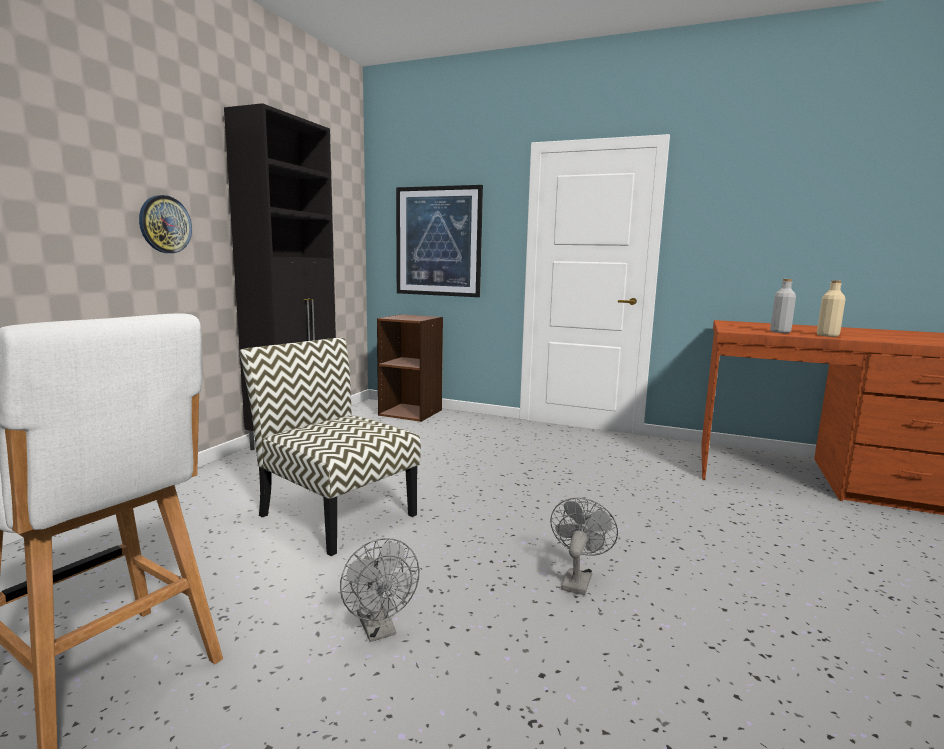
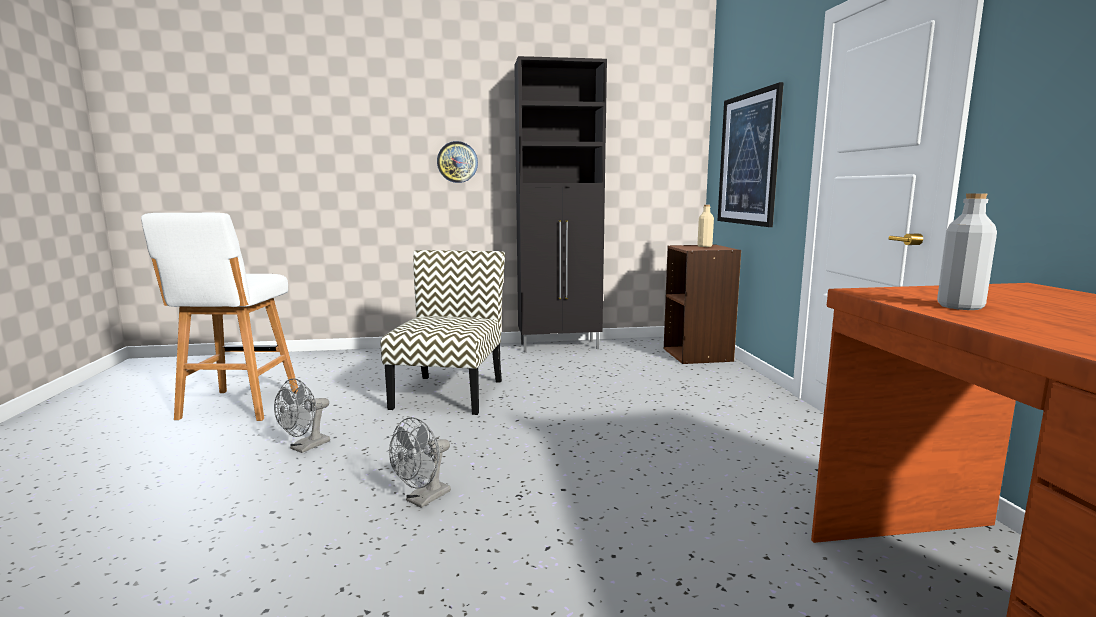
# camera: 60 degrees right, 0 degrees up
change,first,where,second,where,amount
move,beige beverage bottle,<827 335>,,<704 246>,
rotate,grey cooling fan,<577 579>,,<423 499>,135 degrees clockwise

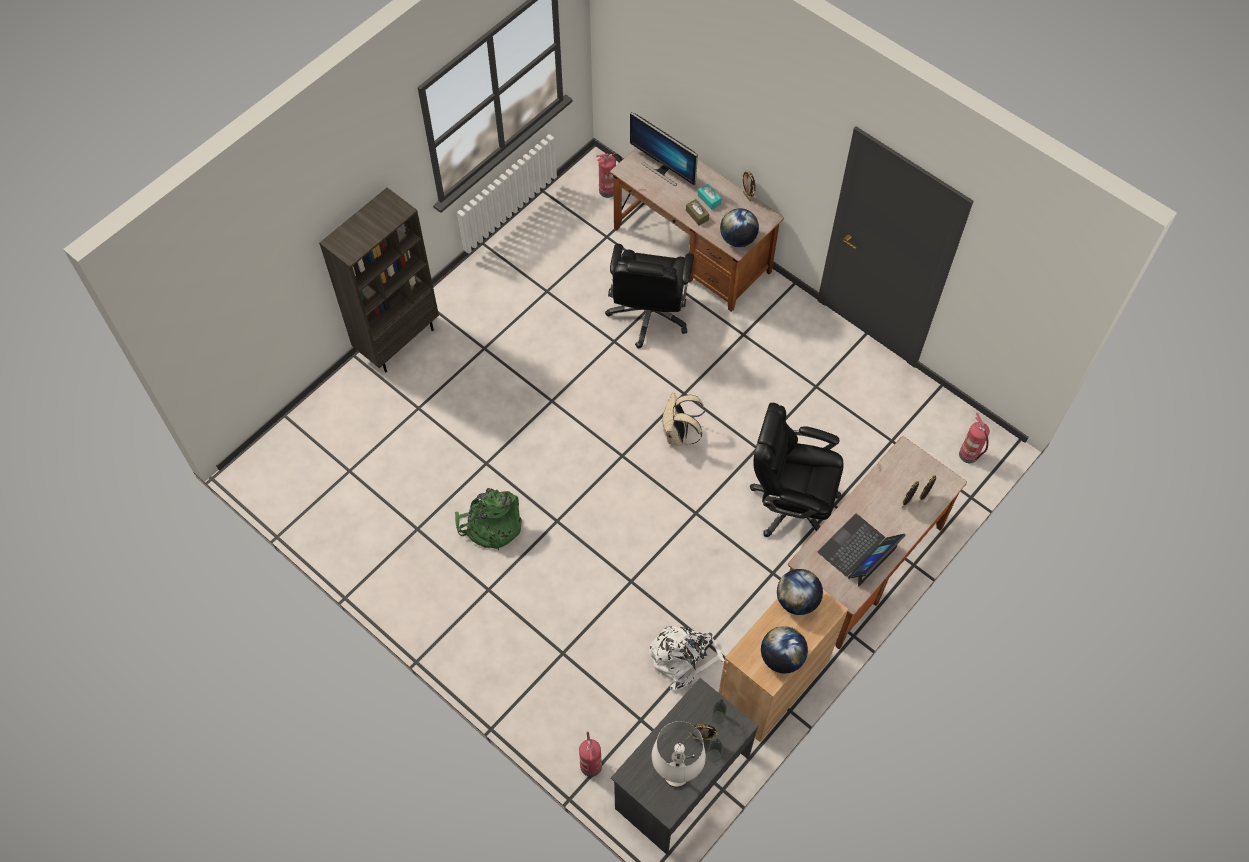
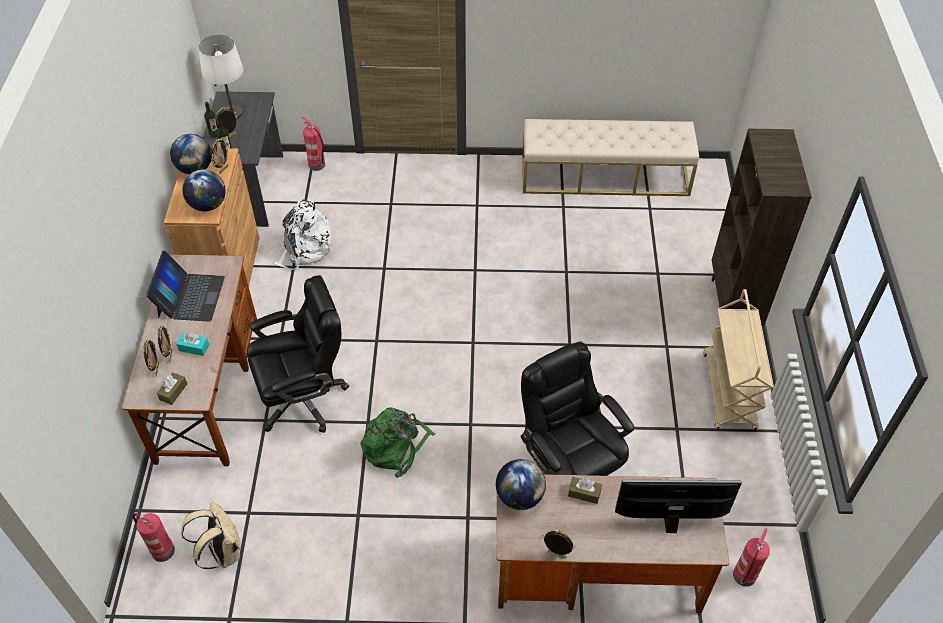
# camera: 140 degrees right, 10 degrees down
change,first,where,second,where,amount
move,turquoise-coloured box of tissues,<709 200>,,<194 348>,
move,beige rucksack,<678 435>,,<222 552>,
move,green rucksack,<491 525>,,<396 447>,
insert,,,beige indoor bench,<605 176>,
insert,,,picture frame,<223 169>,
insert,,,beige cart,<729 392>,
insert,,,brown-coloured box of tissues,<173 392>,

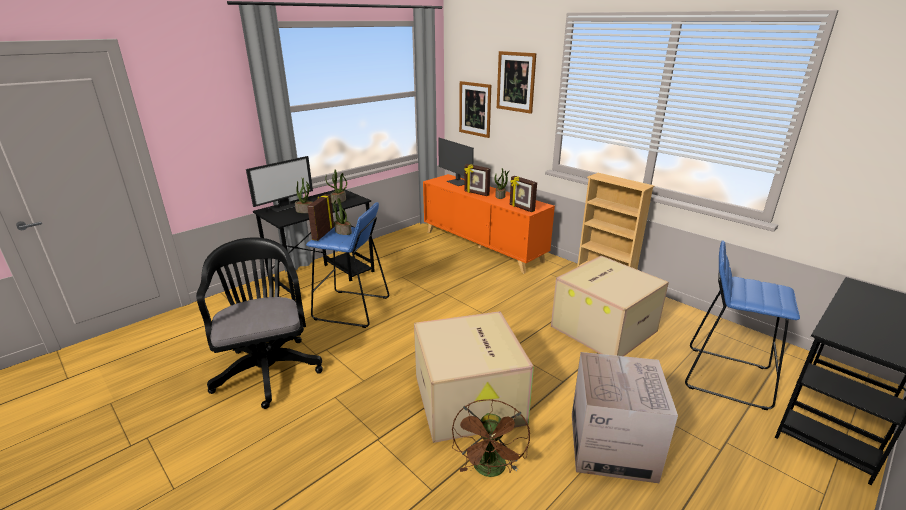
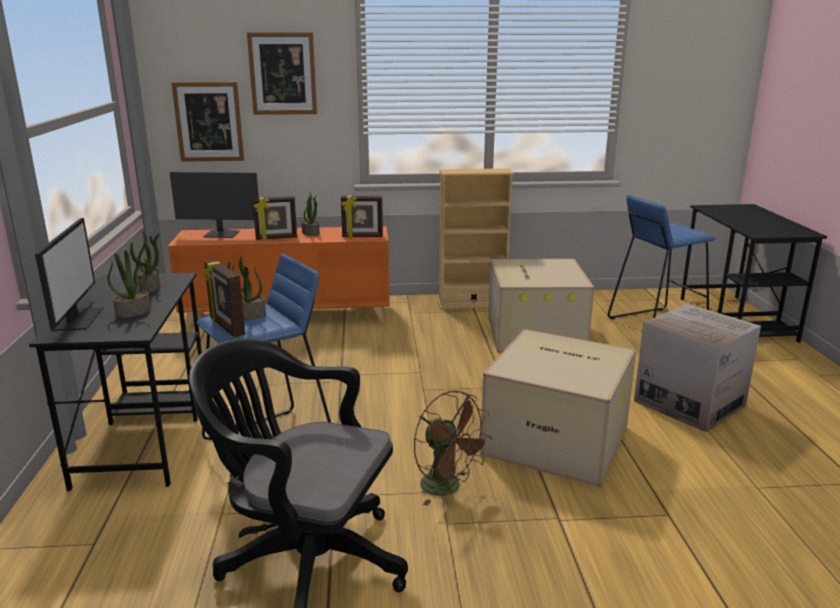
# camera: 50 degrees left, 5 degrees down
change,first,where,second,where,amount
move,brown-coloured cooling fan,<490 470>,,<448 488>,

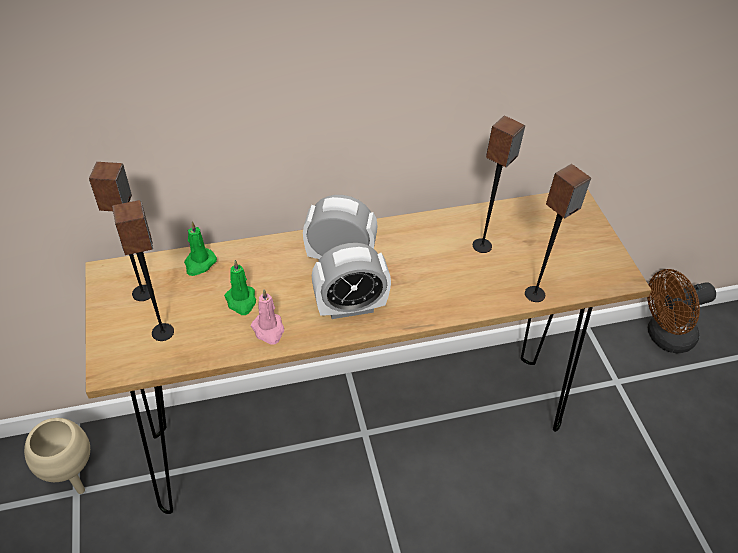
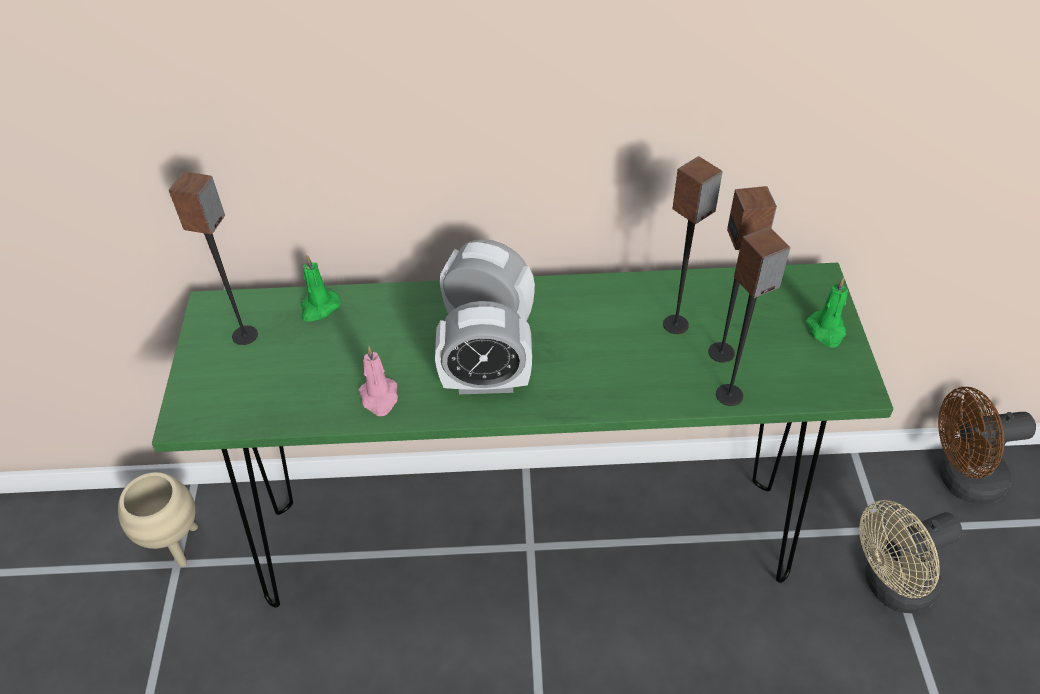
# camera: 15 degrees right, 0 degrees up
change,first,where,second,where,amount
recolor,brown-coloured narrow table,<360 430>,green narrow table,<525 543>,
move,loudspeaker,<163 332>,,<722 352>,
move,green wax light,<241 301>,,<826 331>,
insert,,,beige cooling fan,<890 586>,

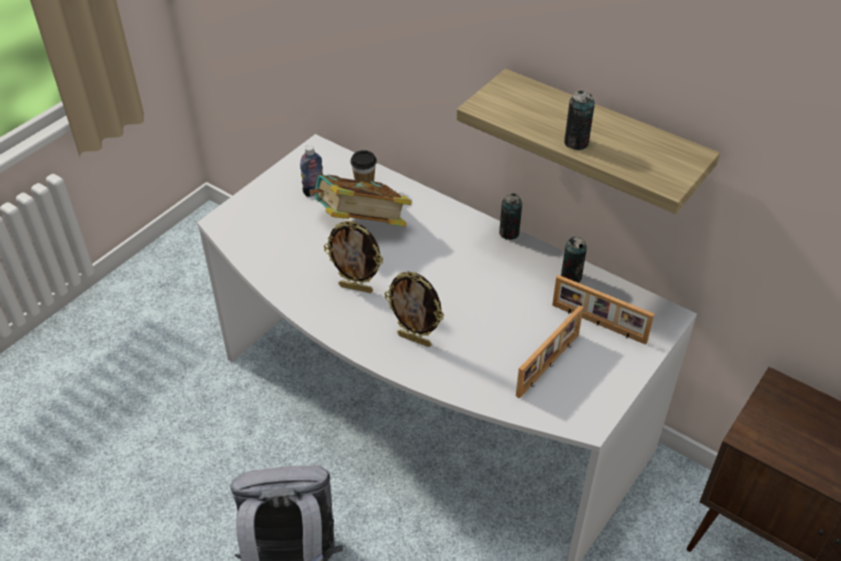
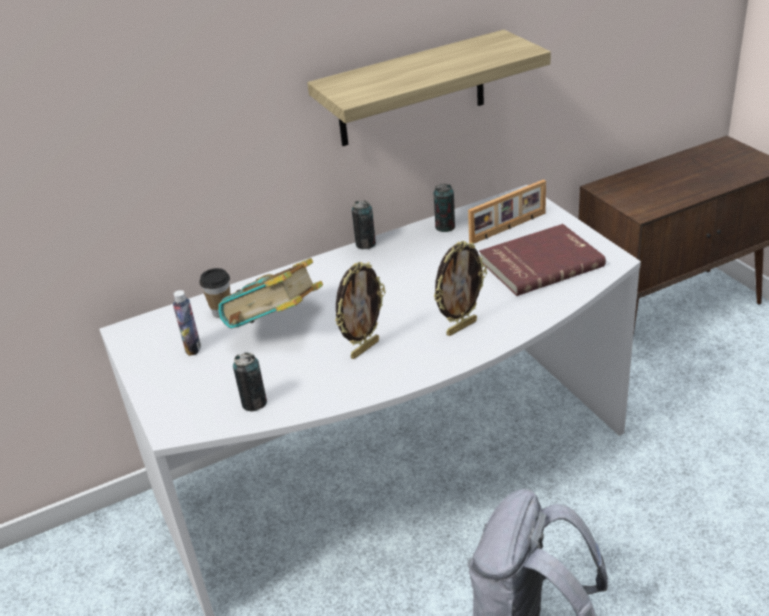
# camera: 60 degrees left, 10 degrees down
change,first,where,second,where,amount
move,metal can,<576 143>,,<254 403>,
replace,picture frame,<549 365>,reddish volume,<539 262>,

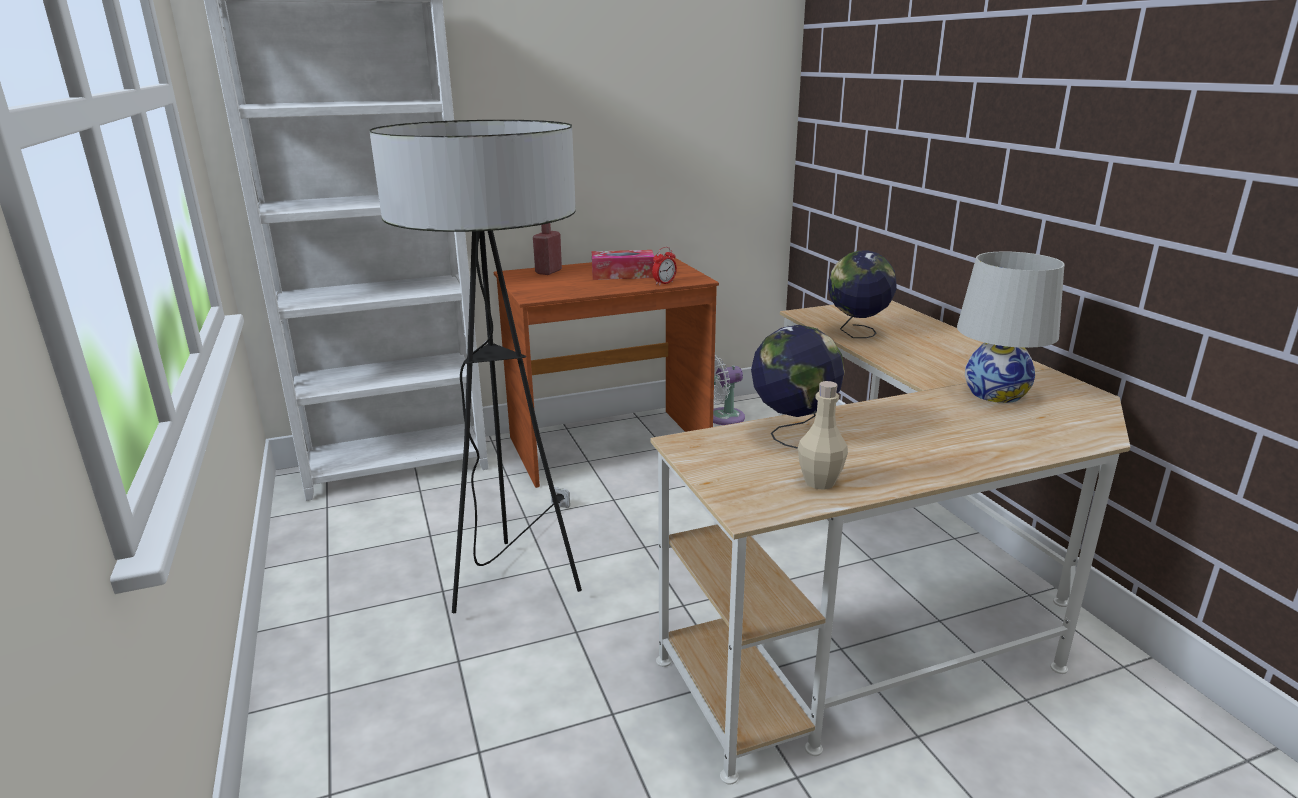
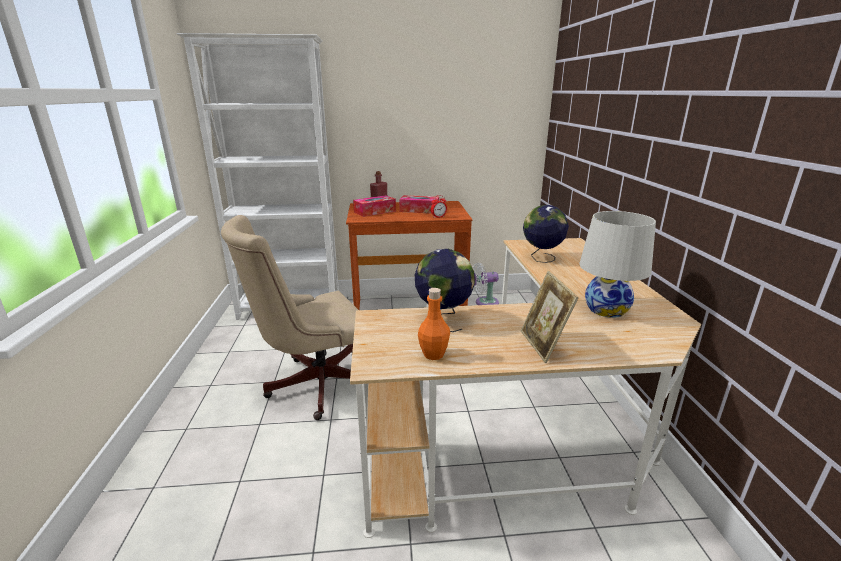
# camera: 15 degrees right, 0 degrees up
change,first,where,second,where,amount
replace,standard lamp,<516 584>,beige computer chair,<314 385>,
recolor,beige beverage bottle,<819 482>,orange beverage bottle,<433 354>,
insert,,,box of tissues,<375 211>,
insert,,,picture frame,<543 345>,

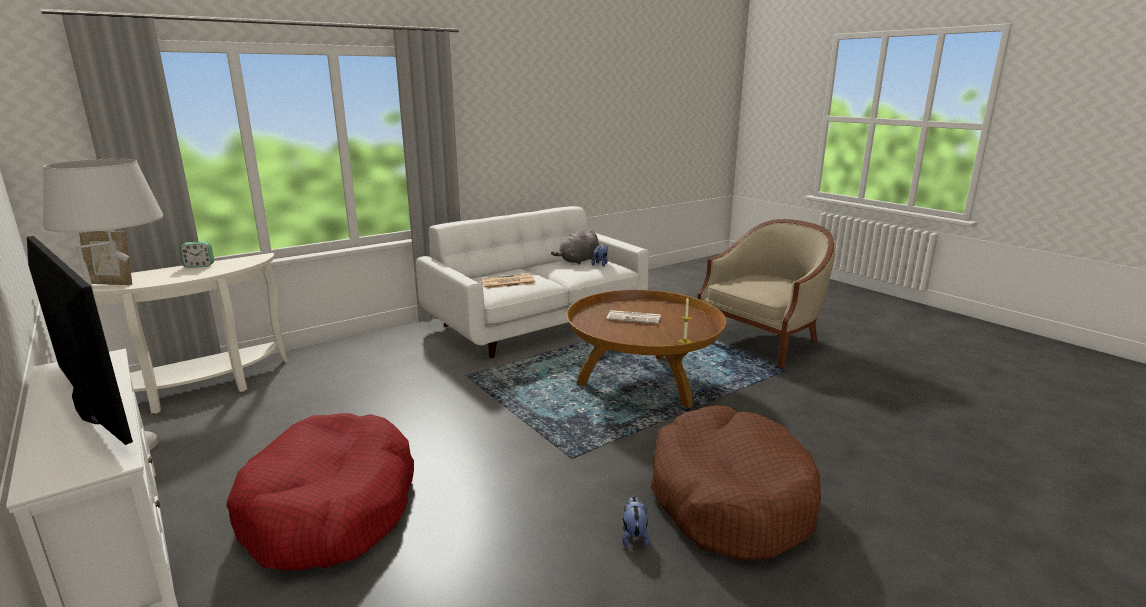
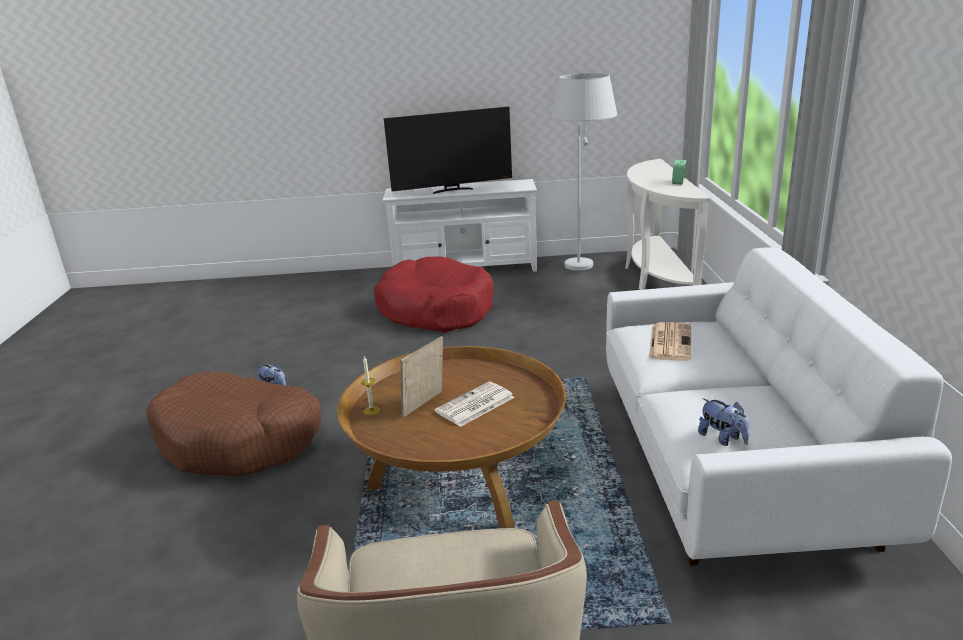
# camera: 125 degrees right, 5 degrees up
change,first,where,second,where,amount
delete,grey soft toy,<578 261>,,,
move,picture frame,<112 283>,,<425 405>,

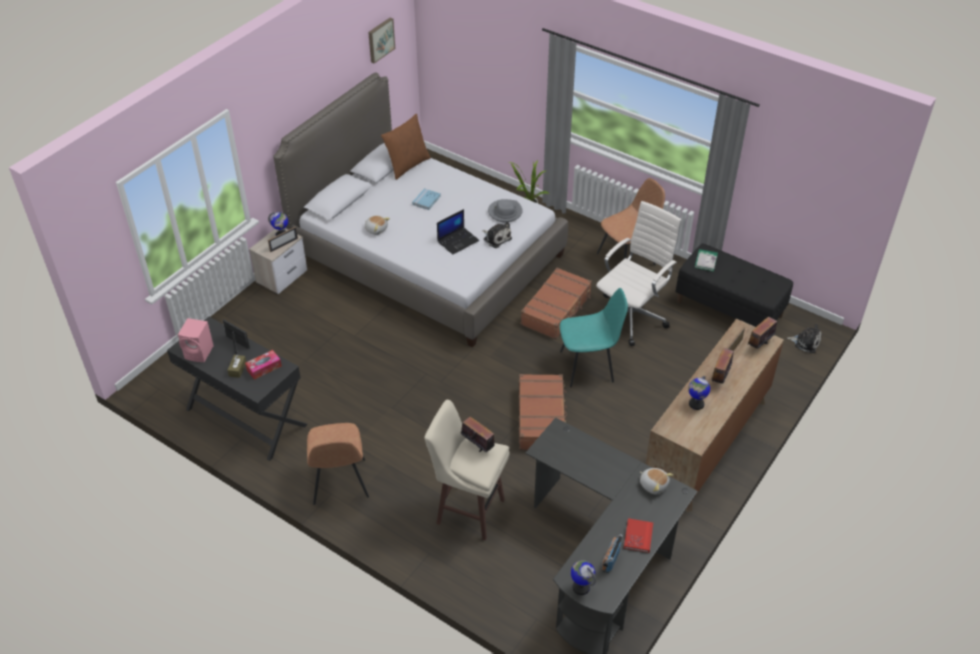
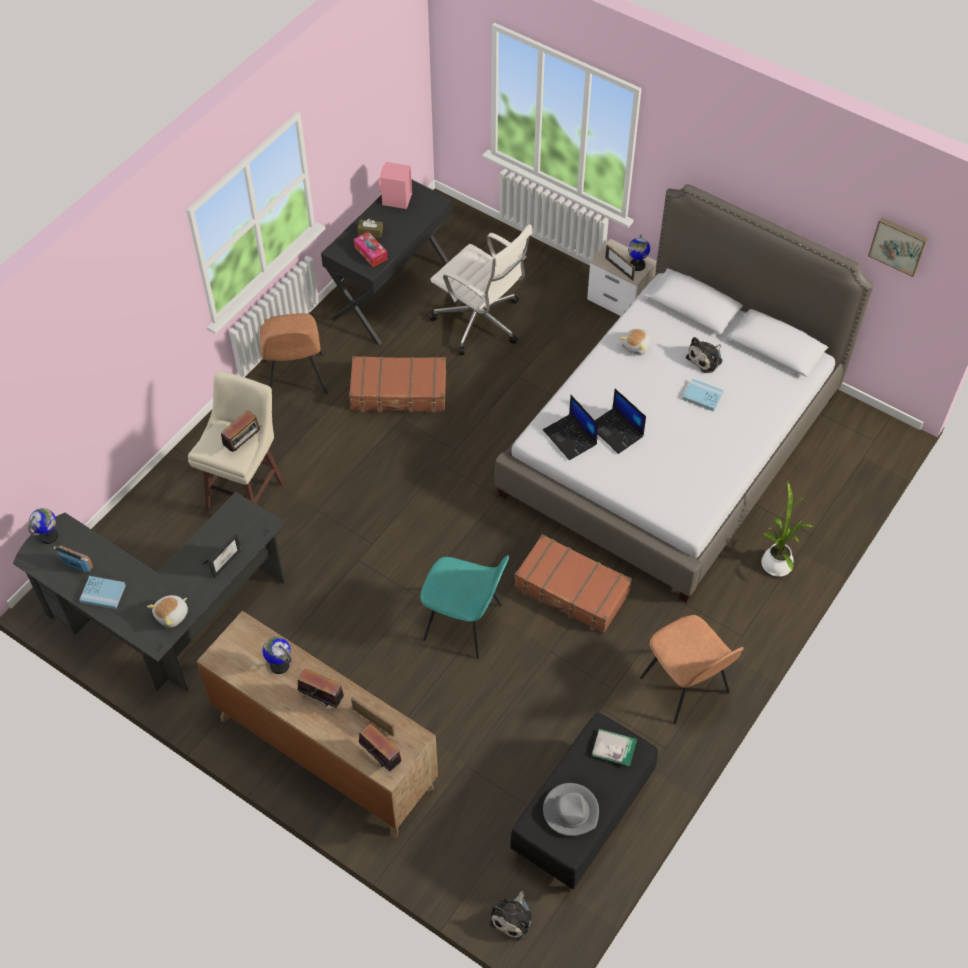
# camera: 90 degrees right, 10 degrees up
change,first,where,second,where,amount
delete,brown-coloured cushion,<407 165>,,,
move,grey clothing hat,<505 212>,,<571 811>,
move,white-coloured computer chair,<631 316>,,<480 323>,
move,soft toy,<496 238>,,<706 359>,
rotate,turquoise-coloured upright chair,<588 366>,,<465 623>,60 degrees counterclockwise
move,picture frame,<235 344>,,<224 561>,
move,brown-coloured piece of luggage,<541 418>,,<399 392>,
rotate,brown-coloured upright chair,<339 483>,,<295 379>,90 degrees counterclockwise
recolor,reddish volume,<638 536>,blue volume,<103 593>,
insert,,,notebook computer,<570 437>,

